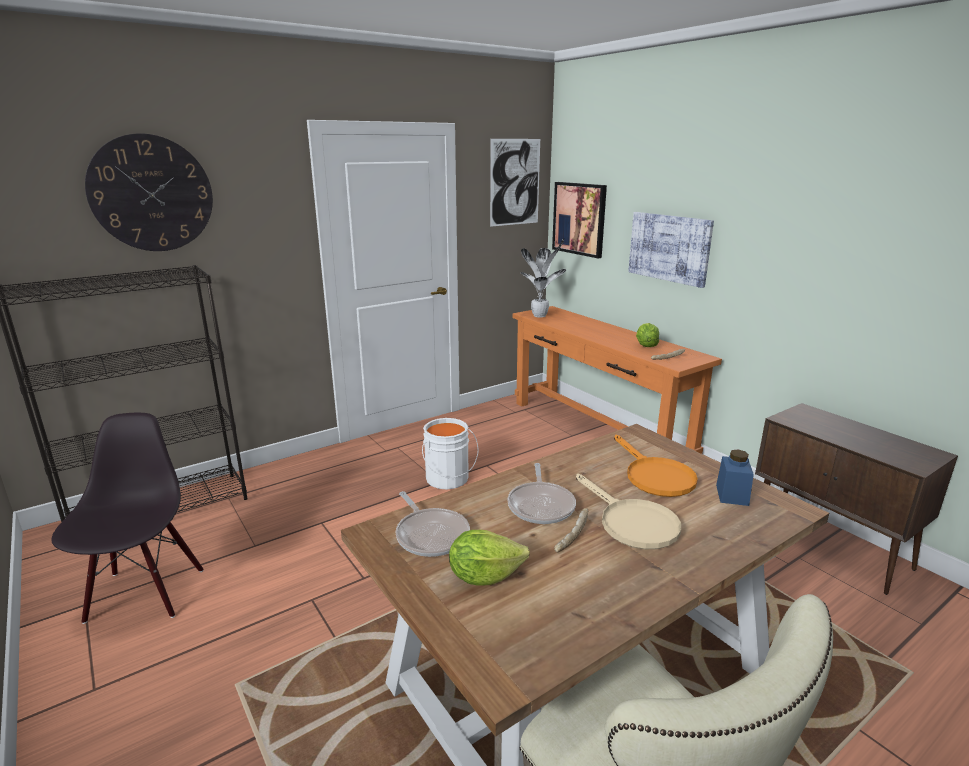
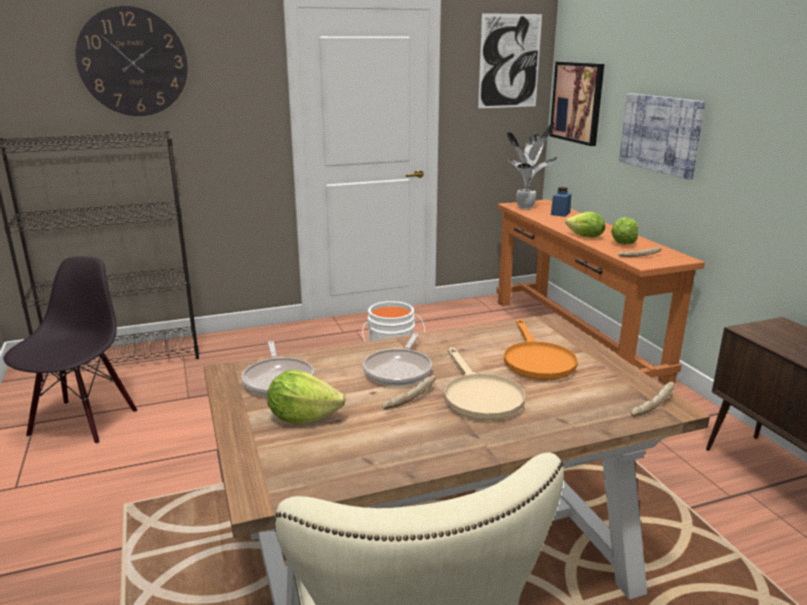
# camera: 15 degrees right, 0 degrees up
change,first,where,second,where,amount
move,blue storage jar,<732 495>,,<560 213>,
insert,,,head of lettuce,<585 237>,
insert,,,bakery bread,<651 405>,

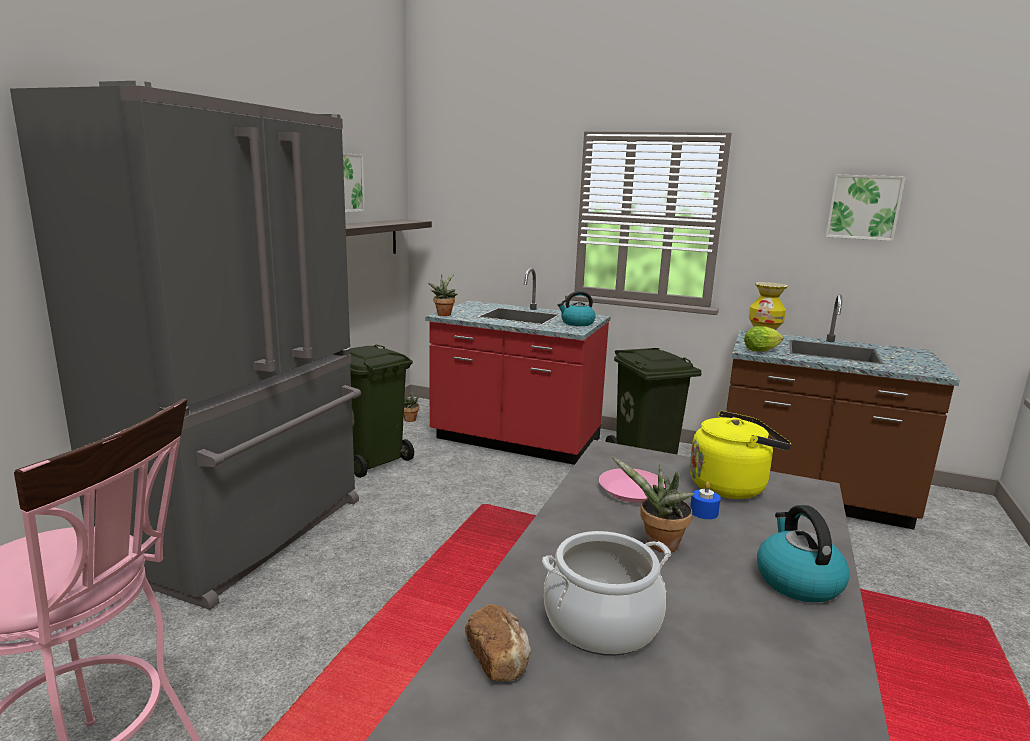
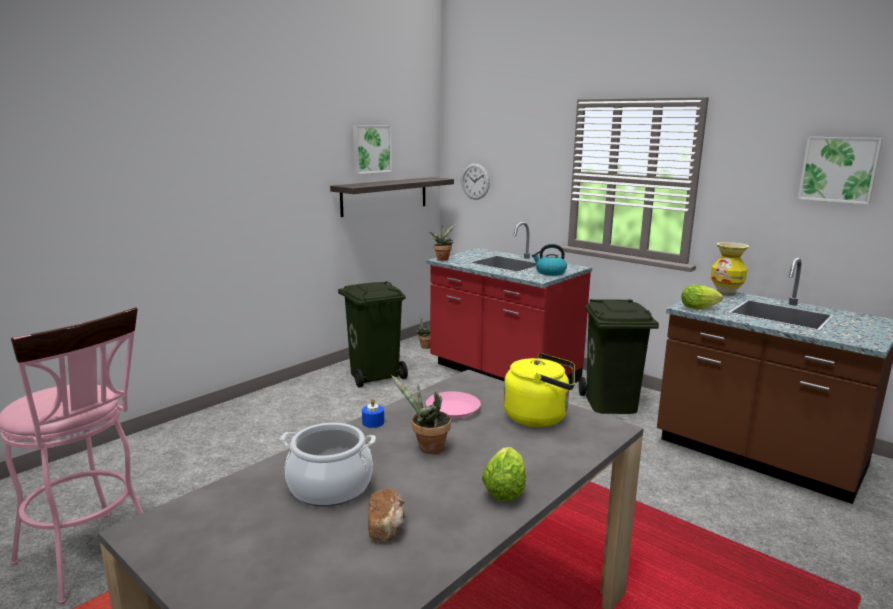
# camera: 20 degrees right, 0 degrees up
change,first,where,second,where,amount
delete,grey kitchen fridge,<246 533>,,,
move,blue wax light,<703 512>,,<373 422>,
replace,tea kettle,<797 581>,head of lettuce,<505 488>,
move,bakery bread,<499 658>,,<387 527>,
insert,,,hanging clock,<475 181>,

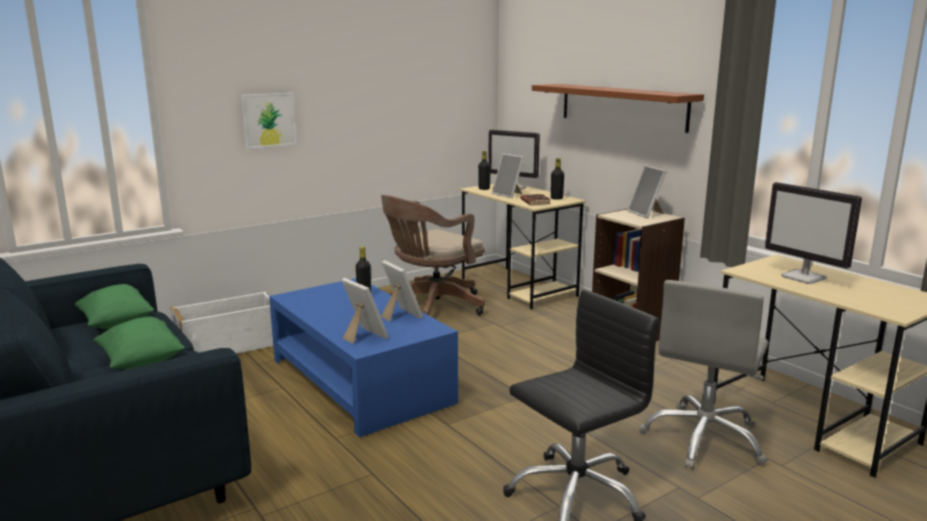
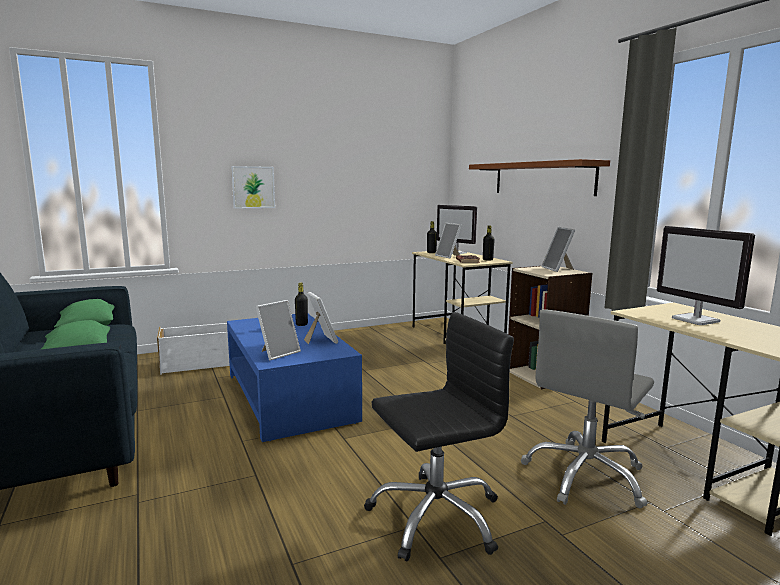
# camera: 10 degrees right, 5 degrees down
change,first,where,second,where,amount
delete,brown-coloured computer chair,<432 307>,,,
rotate,picture frame,<363 336>,,<278 353>,75 degrees clockwise

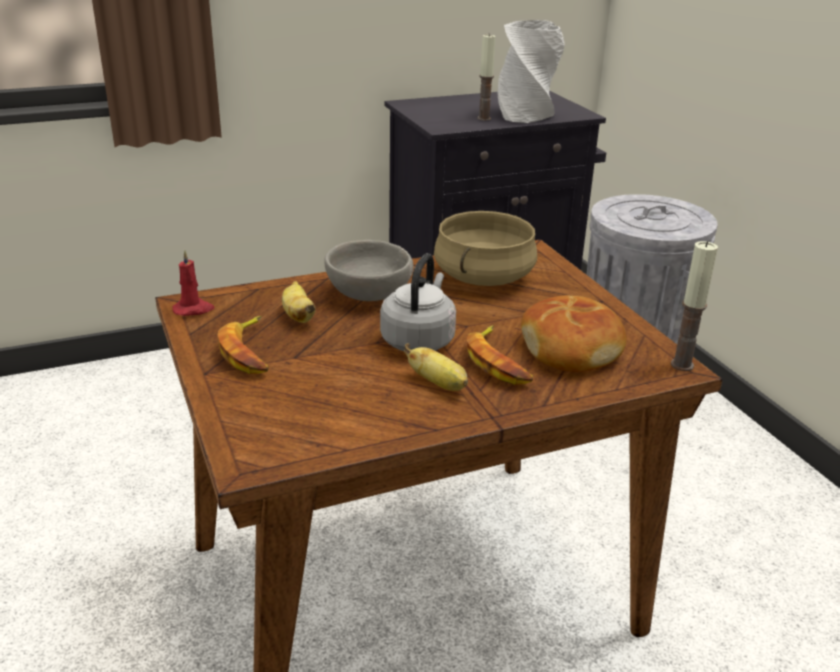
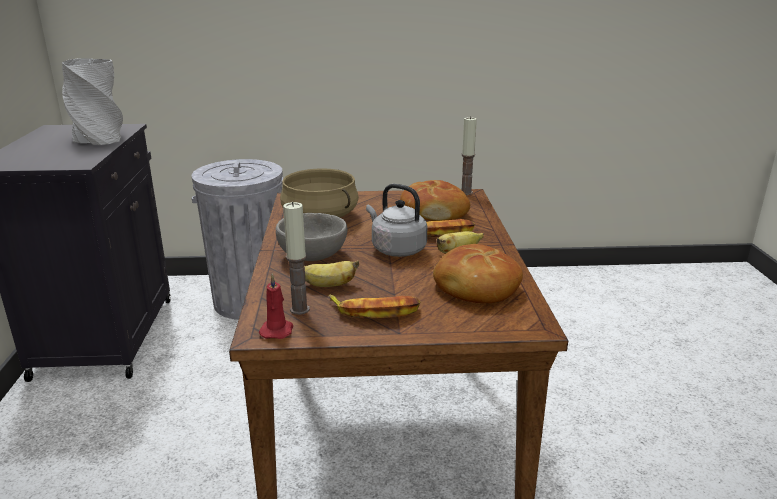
# camera: 70 degrees left, 5 degrees down
change,first,where,second,where,amount
move,wax light,<484 118>,,<300 309>,
insert,,,bakery bread,<475 287>,

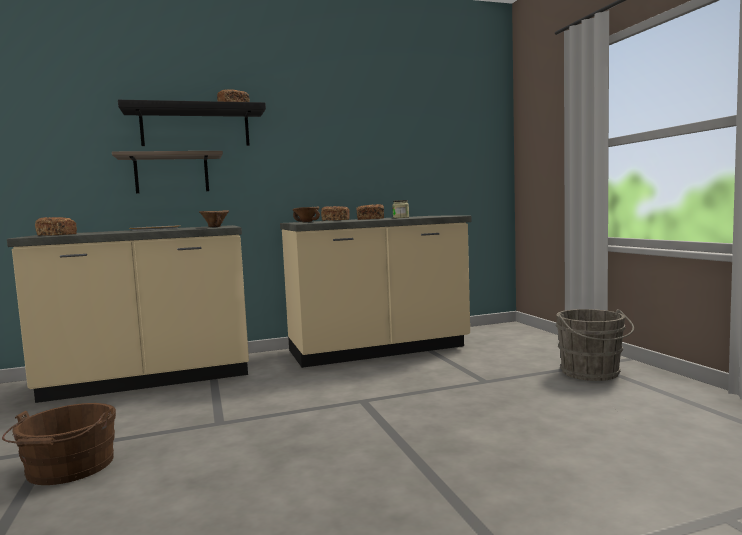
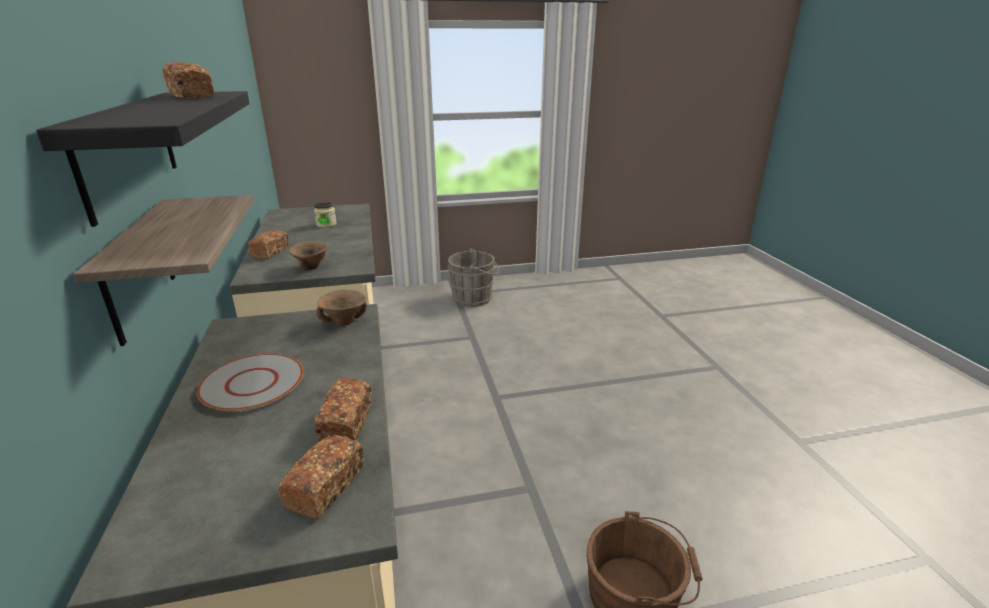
# camera: 85 degrees left, 20 degrees up
change,first,where,second,where,amount
move,bakery bread,<370 219>,,<347 423>,

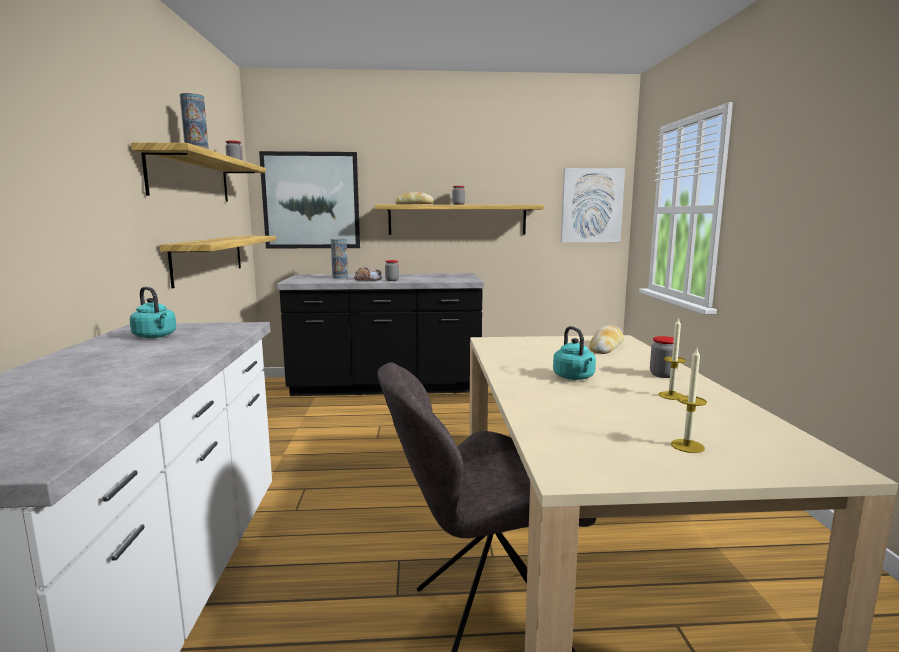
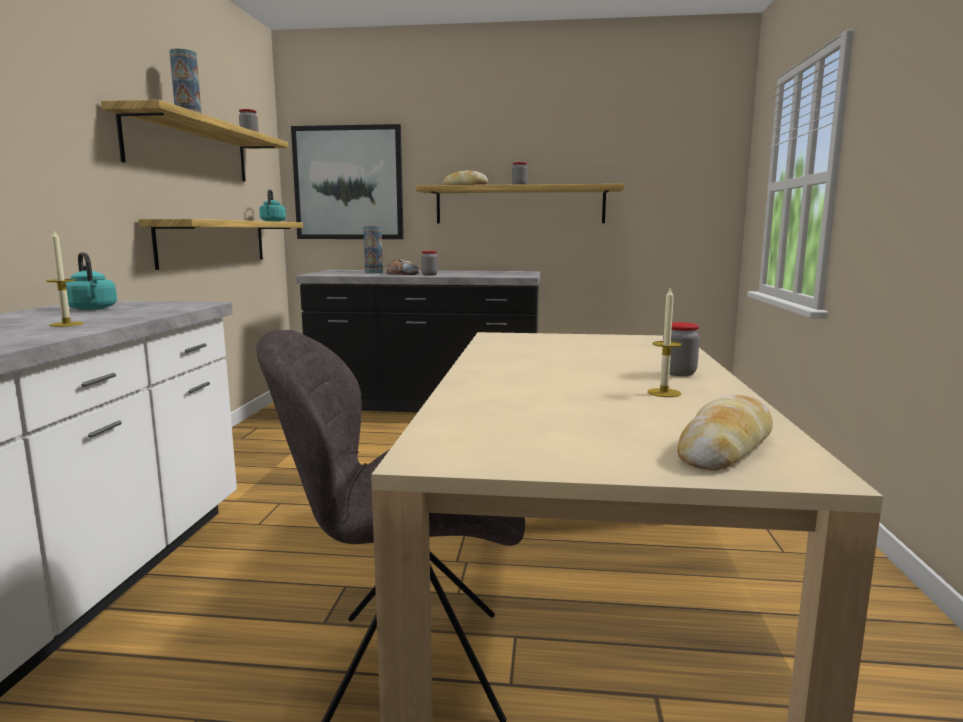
# camera: 10 degrees right, 0 degrees up
change,first,where,second,where,amount
delete,picture,<591 205>,,,
move,bakery bread,<606 347>,,<725 447>,
move,turquoise-coloured tea kettle,<574 377>,,<272 221>,
move,wax light,<687 446>,,<66 324>,

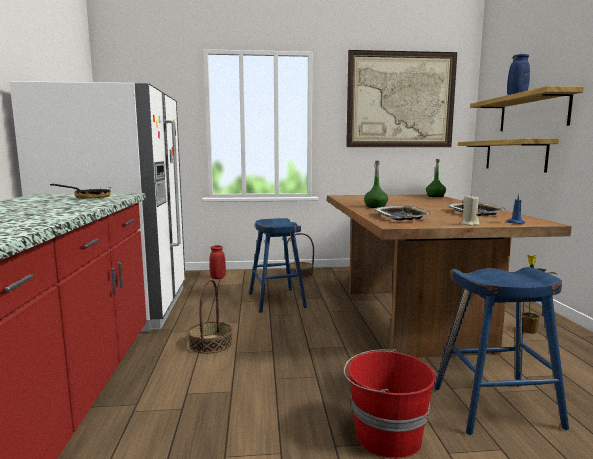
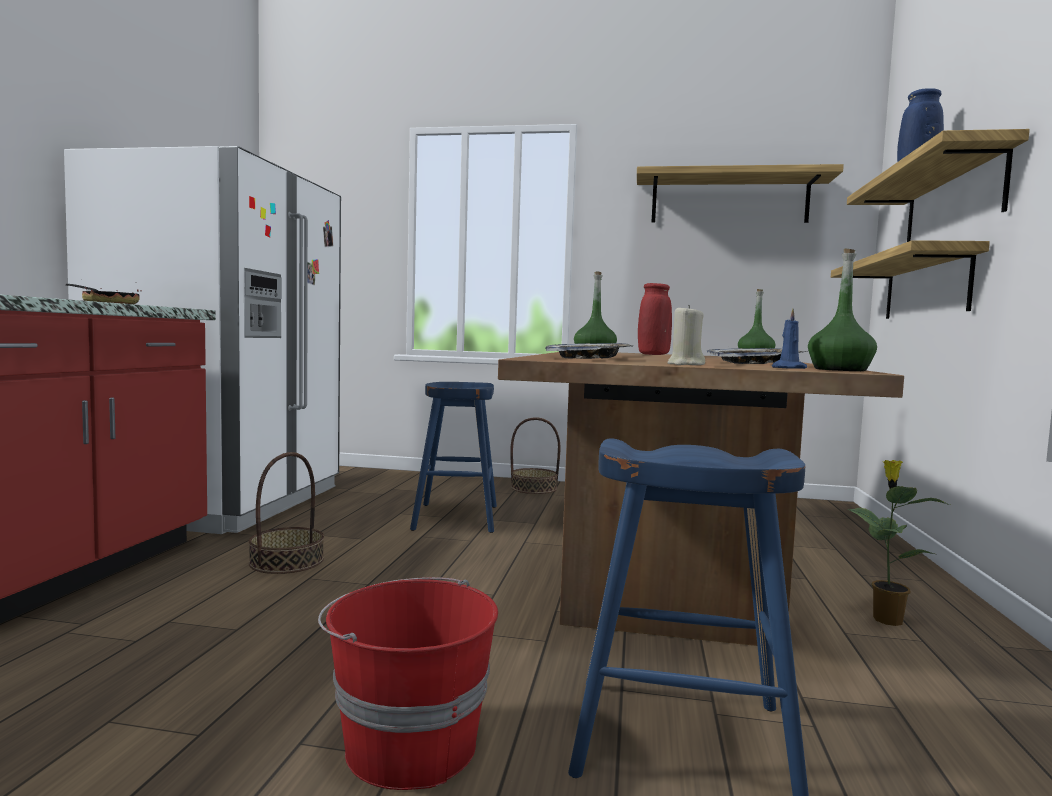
# camera: 15 degrees right, 5 degrees down
change,first,where,second,where,amount
replace,picture,<400 100>,bracket shelf,<729 200>,
move,reddish flower vase,<218 278>,,<653 354>,
insert,,,green beverage bottle,<840 370>,

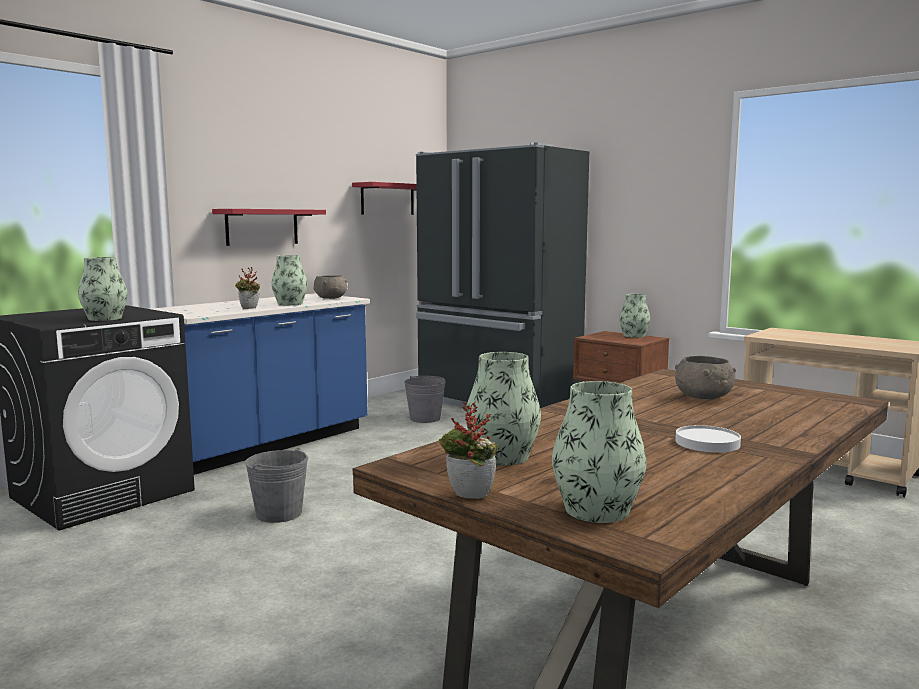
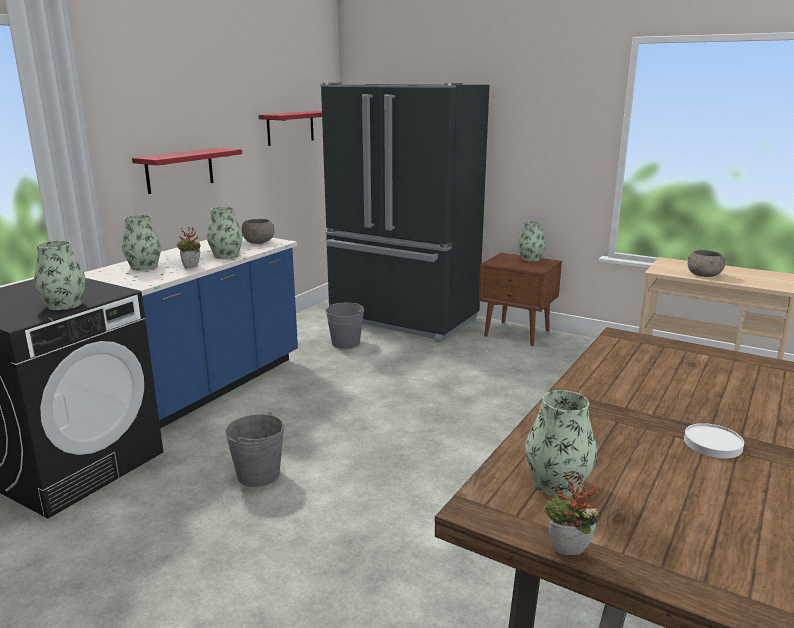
# camera: 10 degrees left, 10 degrees up
change,first,where,second,where,amount
move,grey serving bowl,<703 397>,,<704 275>,
move,flower vase,<597 510>,,<144 266>,

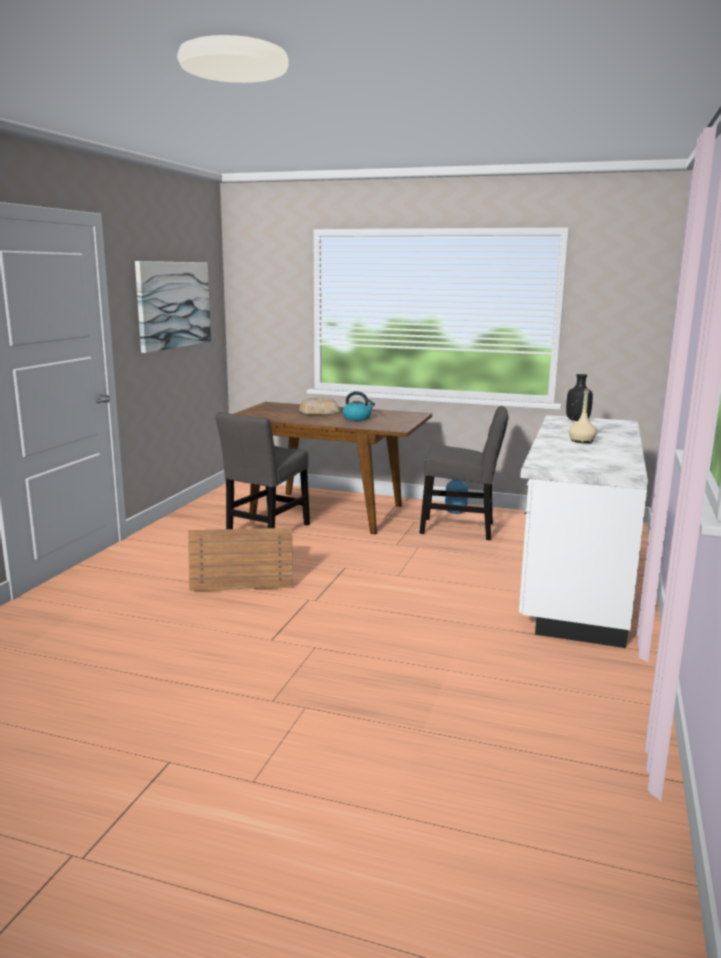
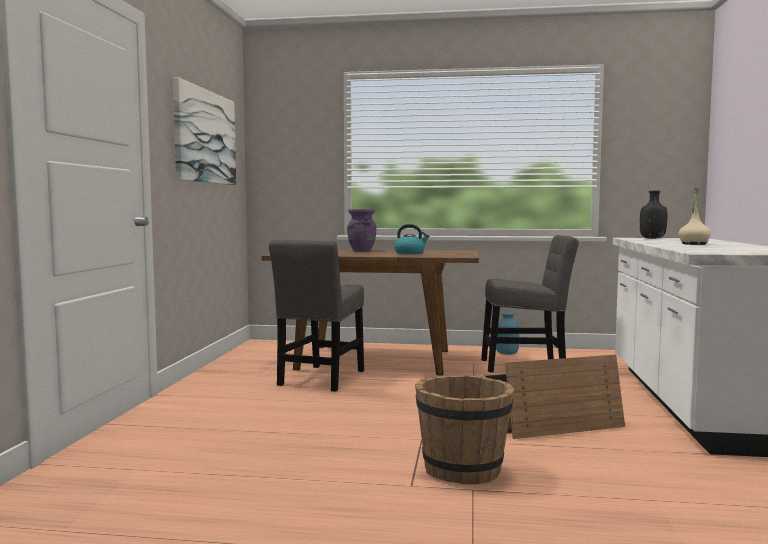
# camera: 10 degrees left, 10 degrees down
change,first,where,second,where,amount
replace,bakery bread,<318 411>,purplish flower vase,<361 251>,
move,packing crate,<241 576>,,<546 420>,
insert,,,brown-coloured water bucket,<463 469>,

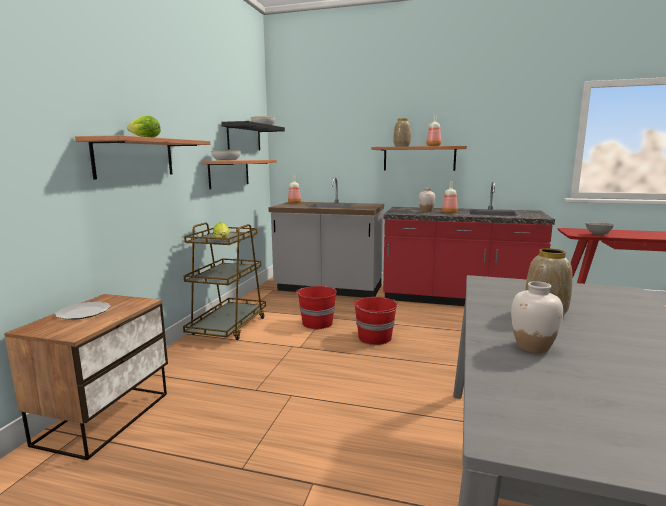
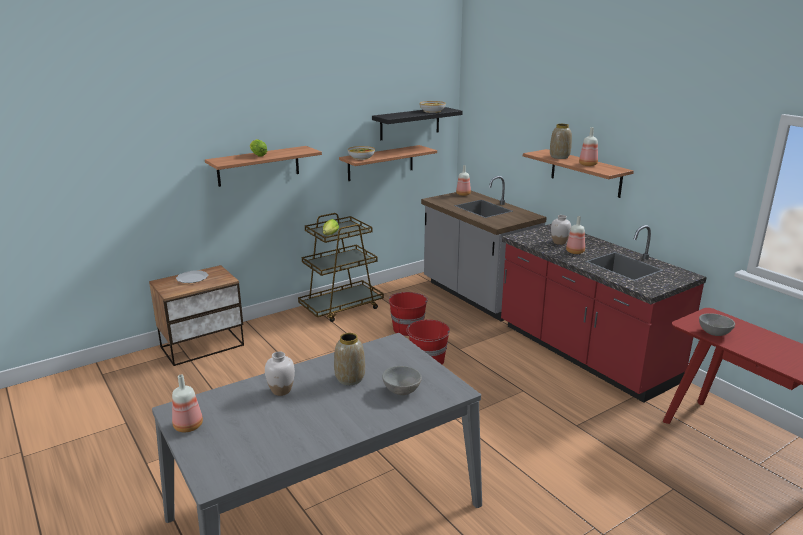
# camera: 40 degrees right, 10 degrees up
change,first,where,second,where,amount
insert,,,grey serving bowl,<402 390>,
insert,,,beverage bottle,<189 426>,

